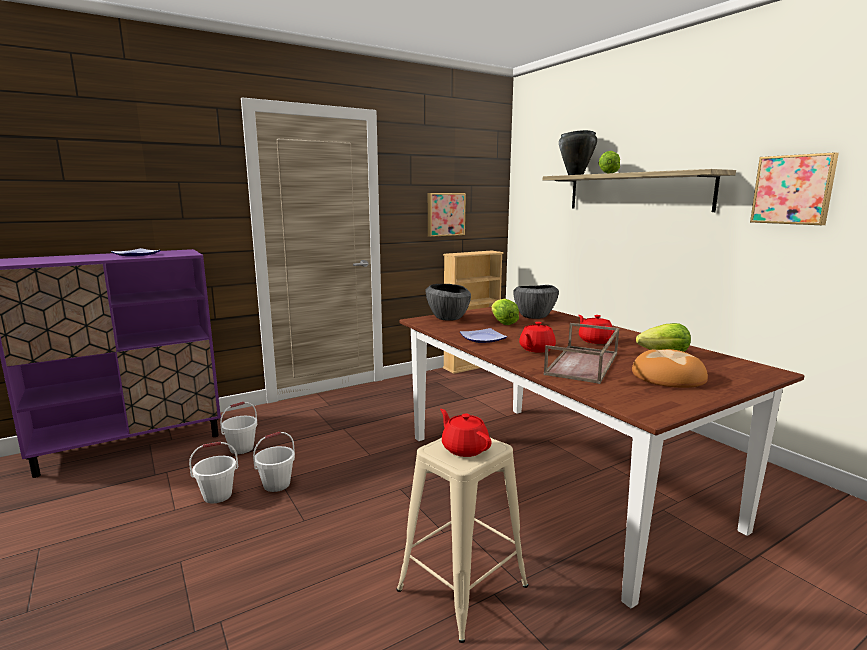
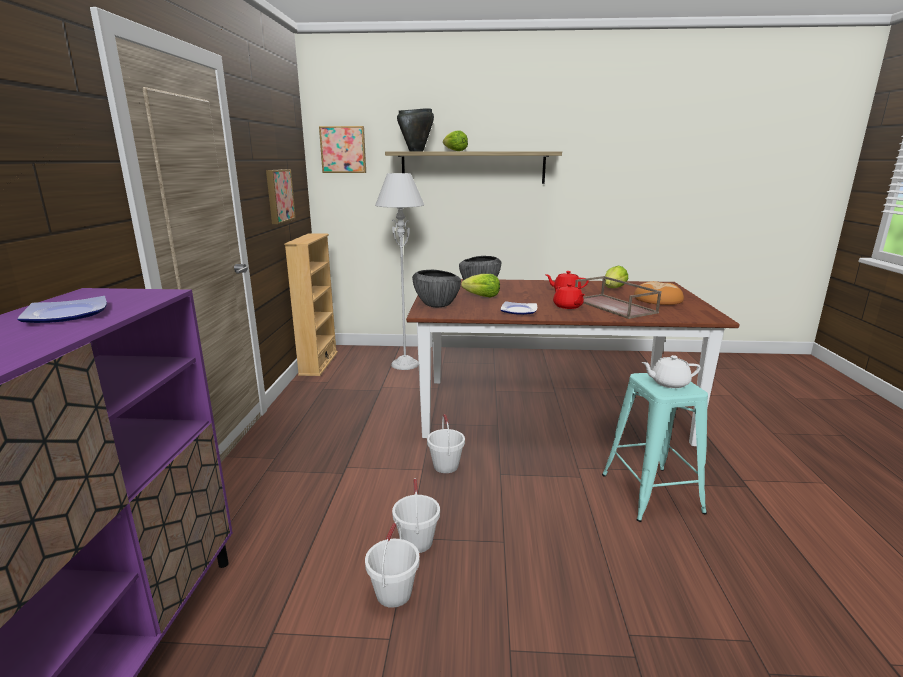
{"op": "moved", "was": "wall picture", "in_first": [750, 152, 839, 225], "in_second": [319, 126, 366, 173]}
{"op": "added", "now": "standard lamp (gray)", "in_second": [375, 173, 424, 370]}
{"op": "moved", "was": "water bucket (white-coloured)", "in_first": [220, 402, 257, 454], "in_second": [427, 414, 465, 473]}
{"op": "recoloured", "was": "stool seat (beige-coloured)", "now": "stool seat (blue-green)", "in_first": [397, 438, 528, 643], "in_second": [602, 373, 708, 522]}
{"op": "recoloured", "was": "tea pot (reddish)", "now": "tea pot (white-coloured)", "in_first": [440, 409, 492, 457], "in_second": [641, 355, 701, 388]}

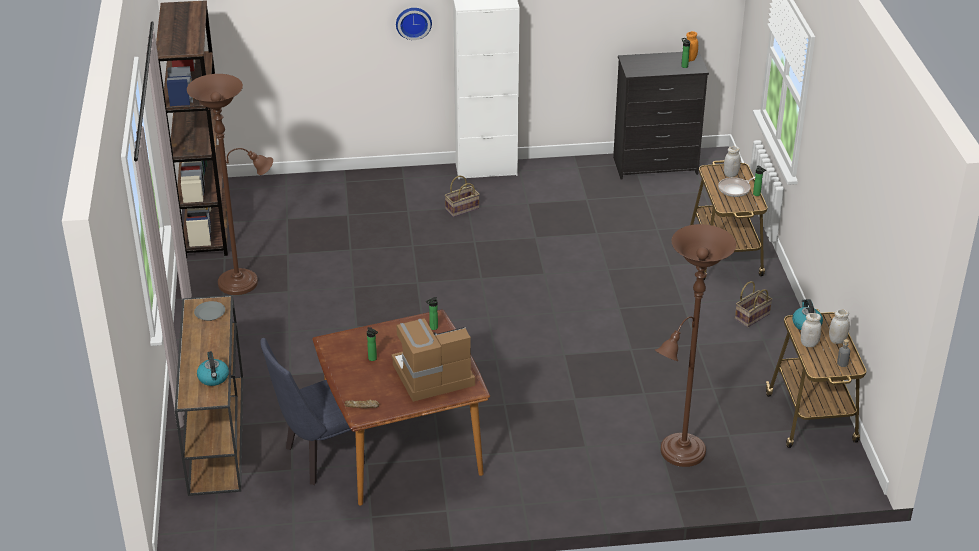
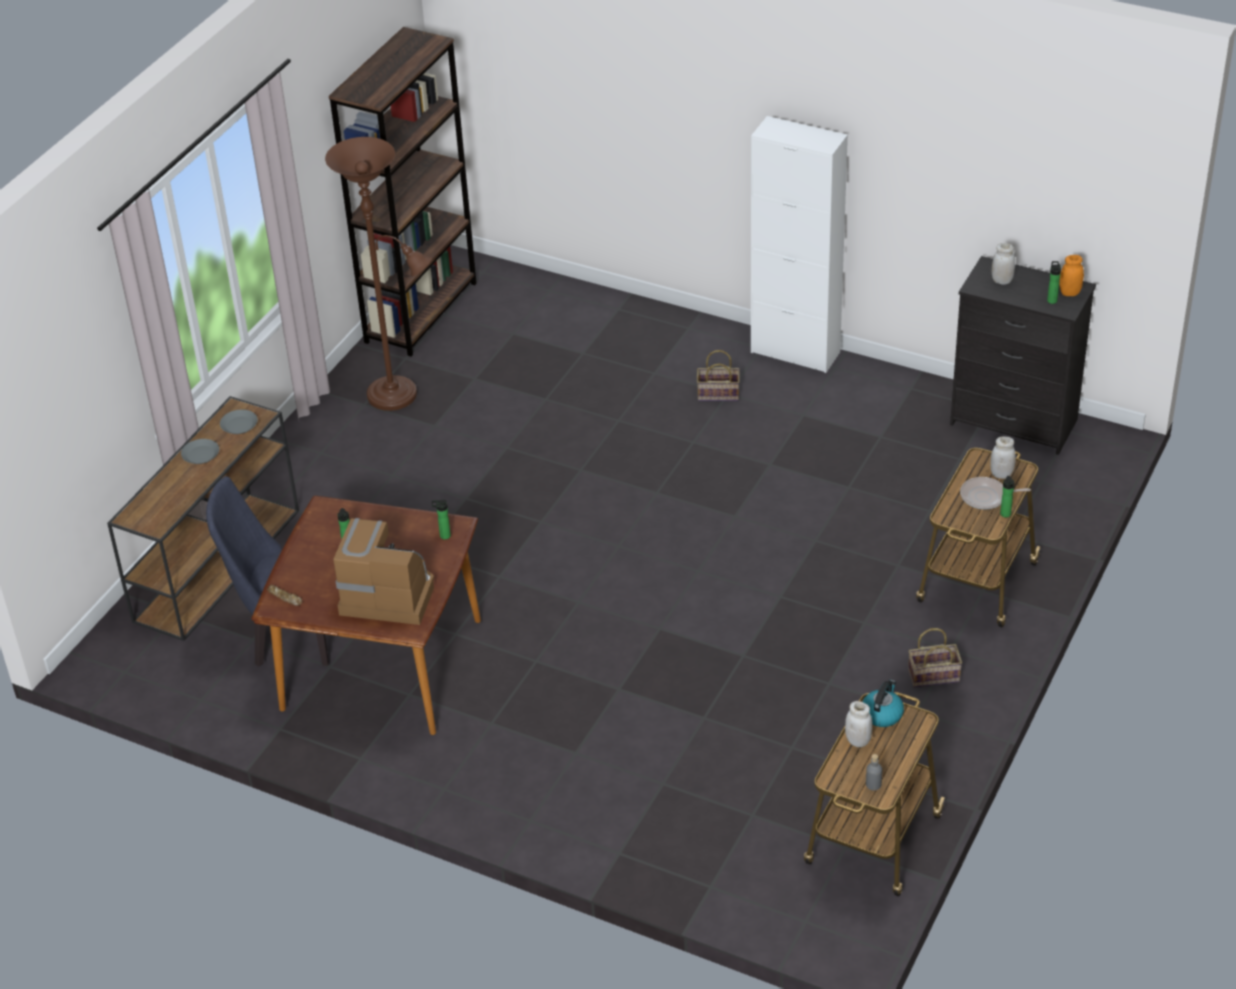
{"op": "added", "now": "plate (gray)", "in_second": [181, 439, 219, 464]}
{"op": "moved", "was": "preserve jar (white-coloured)", "in_first": [829, 309, 850, 344], "in_second": [992, 243, 1015, 285]}
{"op": "removed", "was": "kettle", "in_first": [197, 351, 229, 386]}
{"op": "removed", "was": "hanging clock", "in_first": [396, 8, 432, 40]}
{"op": "removed", "was": "standard lamp (brown-coloured)", "in_first": [655, 224, 736, 467]}

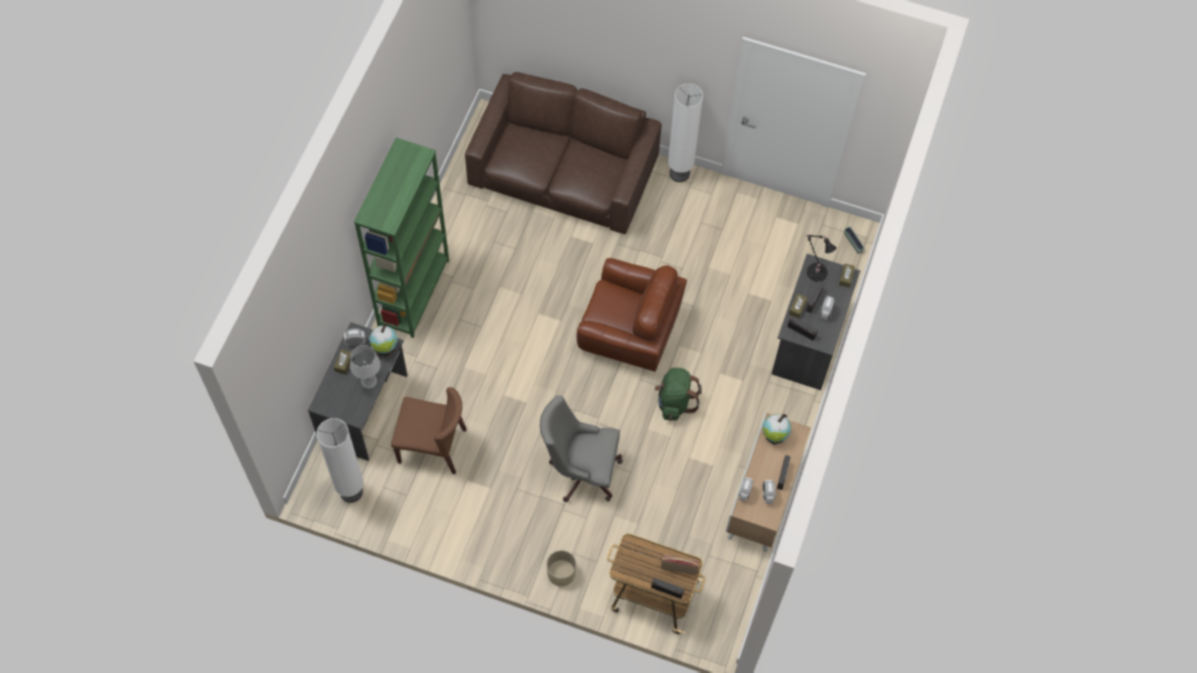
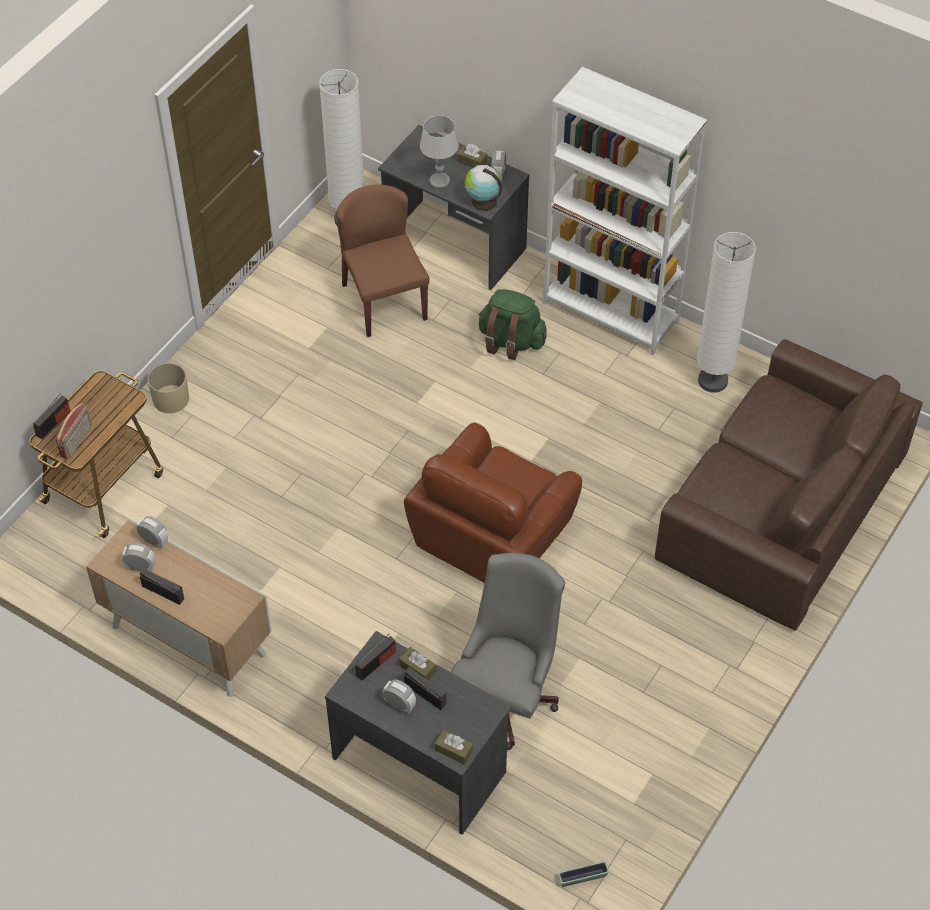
{"op": "turned", "was": "plain chair (brown-coloured)", "in_first": [391, 387, 467, 474], "in_second": [337, 184, 430, 337], "clockwise": 135}
{"op": "moved", "was": "office chair (gray)", "in_first": [540, 395, 623, 502], "in_second": [451, 553, 565, 750]}
{"op": "moved", "was": "backpack (green-coloured)", "in_first": [655, 368, 702, 421], "in_second": [478, 289, 547, 360]}
{"op": "recoloured", "was": "shelving unit (green-coloured)", "now": "shelving unit (white-coloured)", "in_first": [354, 138, 449, 338], "in_second": [543, 67, 707, 355]}
{"op": "moved", "was": "standard lamp (white-coloured)", "in_first": [668, 84, 703, 182], "in_second": [697, 232, 756, 393]}
{"op": "removed", "was": "globe", "in_first": [763, 414, 791, 445]}
{"op": "removed", "was": "lamp for a table (black)", "in_first": [805, 235, 837, 282]}

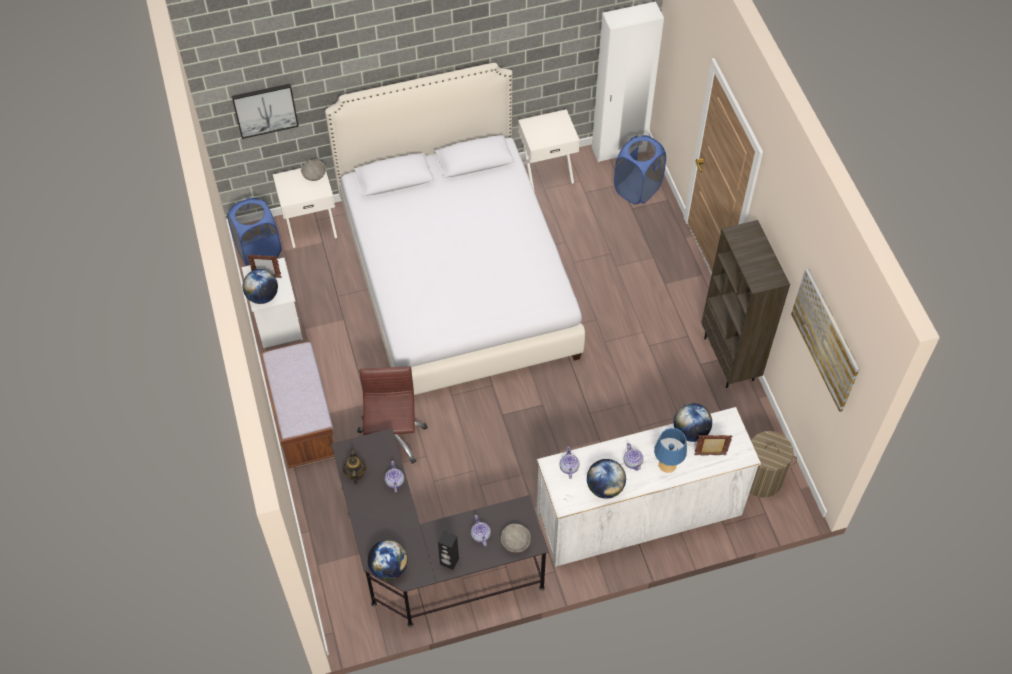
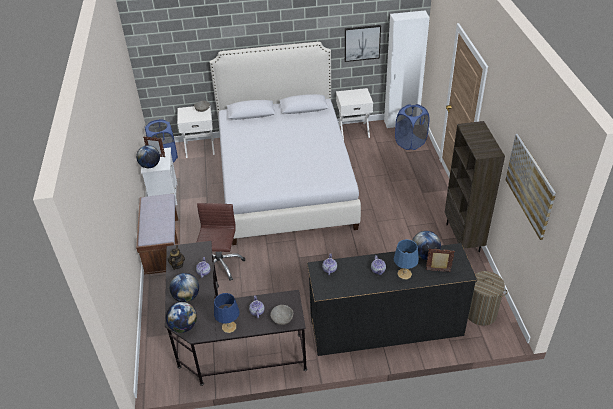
{"op": "moved", "was": "globe", "in_first": [587, 459, 626, 499], "in_second": [170, 273, 199, 302]}
{"op": "replaced", "was": "speaker (black)", "now": "lamp for a table (blue-coloured)", "in_first": [438, 531, 459, 570], "in_second": [214, 293, 240, 333]}
{"op": "recoloured", "was": "drawer chest (white-coloured)", "now": "drawer chest (black)", "in_first": [536, 407, 761, 567], "in_second": [307, 243, 478, 356]}
{"op": "moved", "was": "wall picture", "in_first": [232, 84, 299, 139], "in_second": [345, 25, 381, 62]}

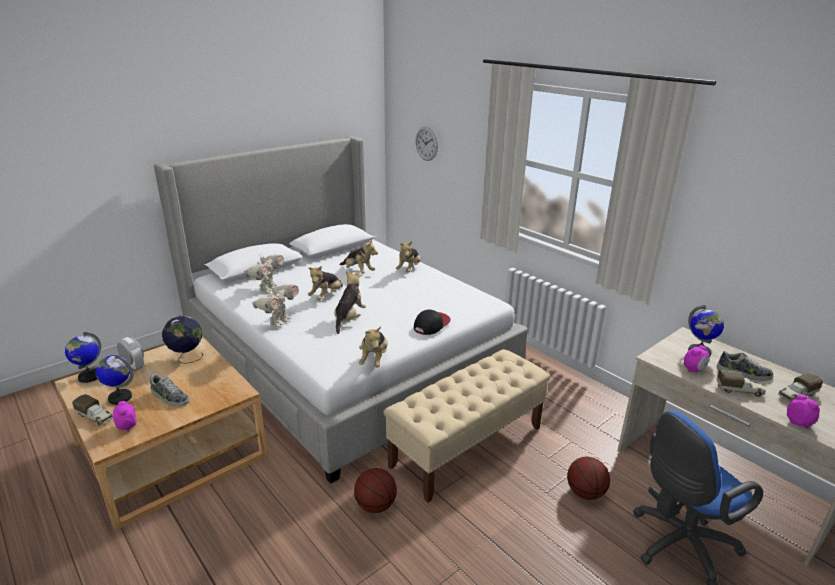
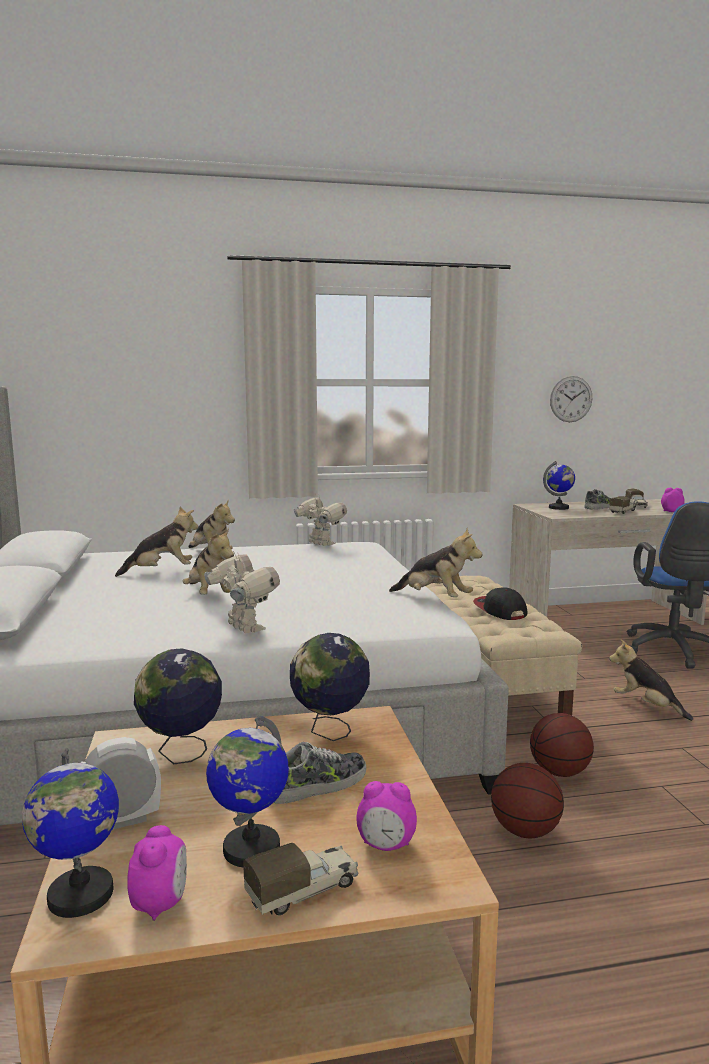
{"op": "moved", "was": "alarm clock", "in_first": [684, 345, 710, 372], "in_second": [127, 825, 187, 921]}
{"op": "added", "now": "globe", "in_second": [290, 633, 370, 741]}
{"op": "moved", "was": "model robot", "in_first": [244, 254, 284, 293], "in_second": [293, 494, 347, 546]}
{"op": "moved", "was": "cap", "in_first": [414, 309, 451, 335], "in_second": [473, 588, 527, 620]}
{"op": "moved", "was": "ball for basketball", "in_first": [567, 457, 610, 500], "in_second": [491, 763, 564, 838]}
{"op": "moved", "was": "hanging clock", "in_first": [415, 127, 438, 161], "in_second": [550, 376, 592, 422]}
{"op": "moved", "was": "cuddly toy", "in_first": [334, 271, 366, 334], "in_second": [609, 639, 693, 721]}

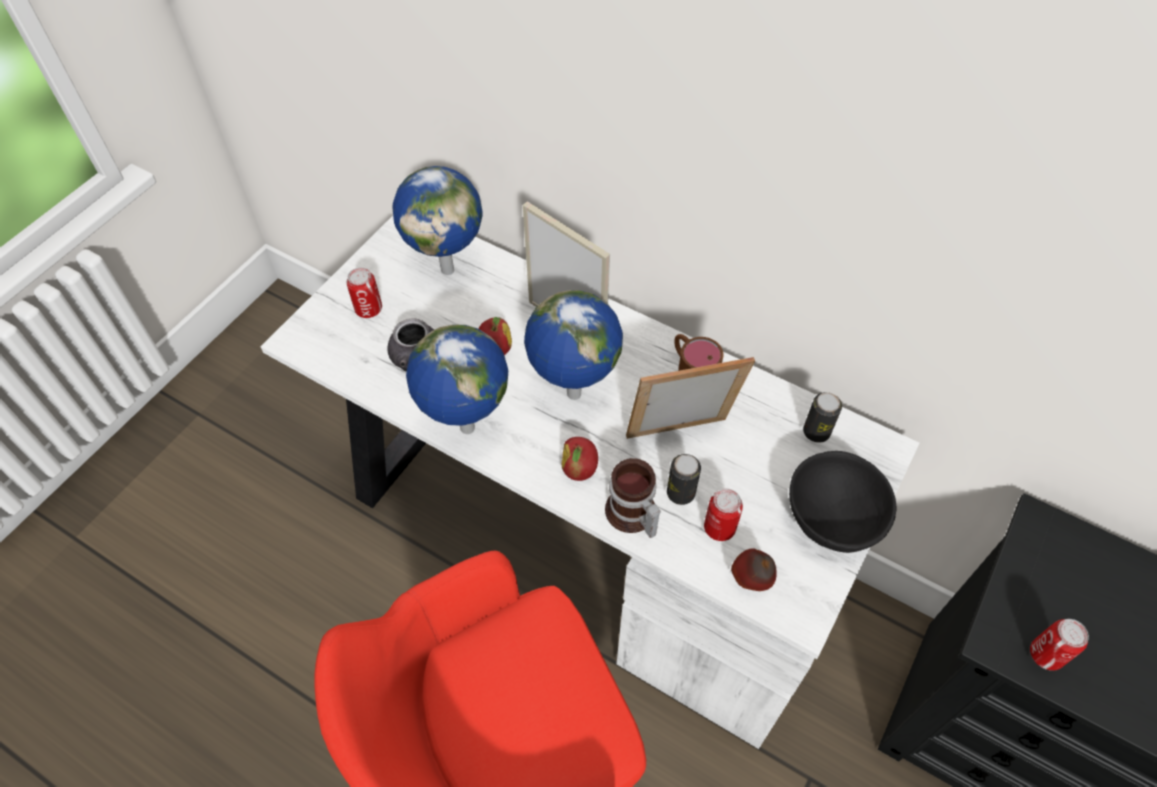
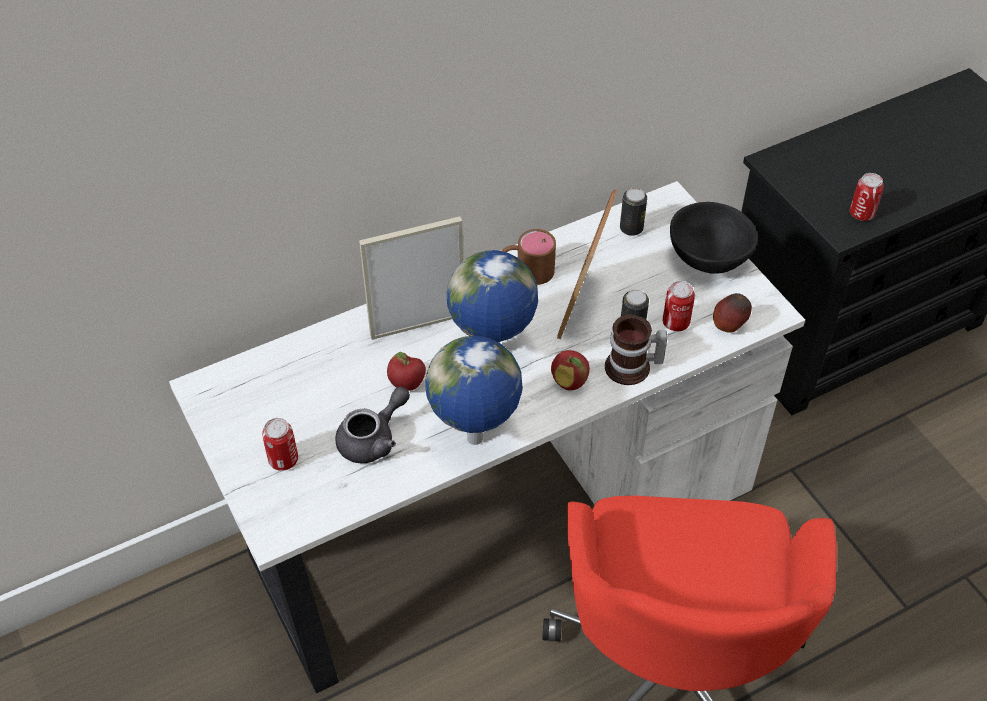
{"op": "removed", "was": "globe", "in_first": [392, 166, 482, 275]}

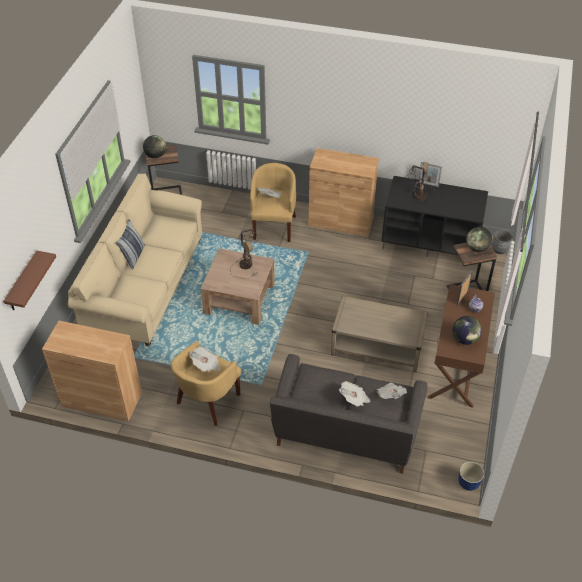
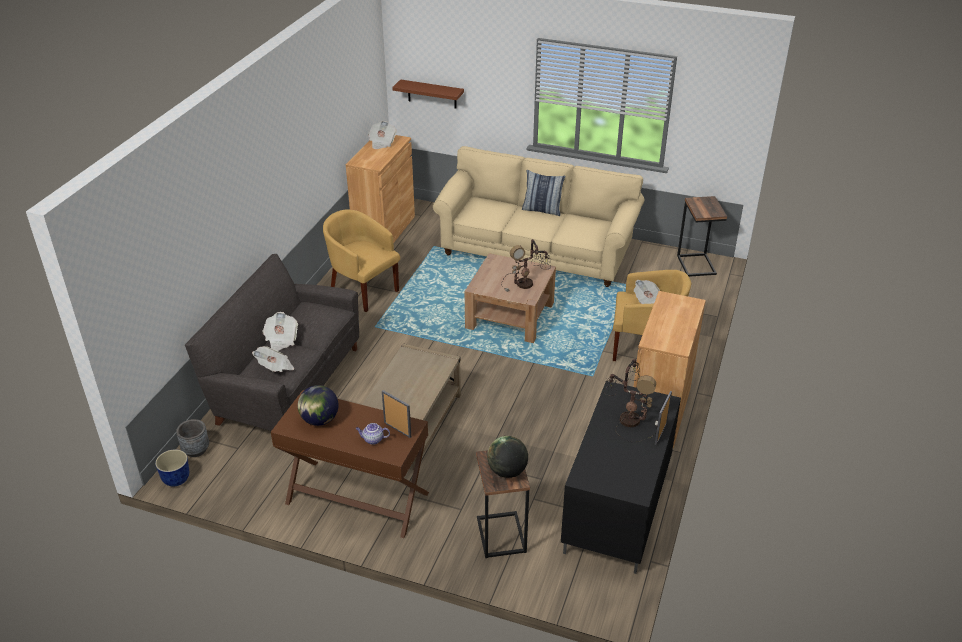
{"op": "moved", "was": "flower pot (gray)", "in_first": [492, 230, 513, 254], "in_second": [176, 419, 209, 457]}
{"op": "moved", "was": "printed paper", "in_first": [190, 347, 220, 372], "in_second": [368, 121, 397, 149]}
{"op": "removed", "was": "globe", "in_first": [143, 135, 166, 158]}

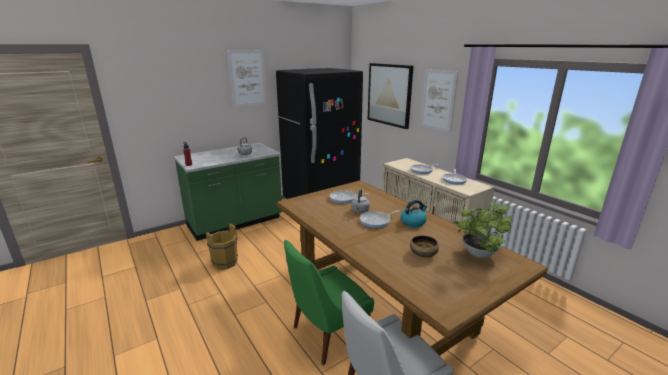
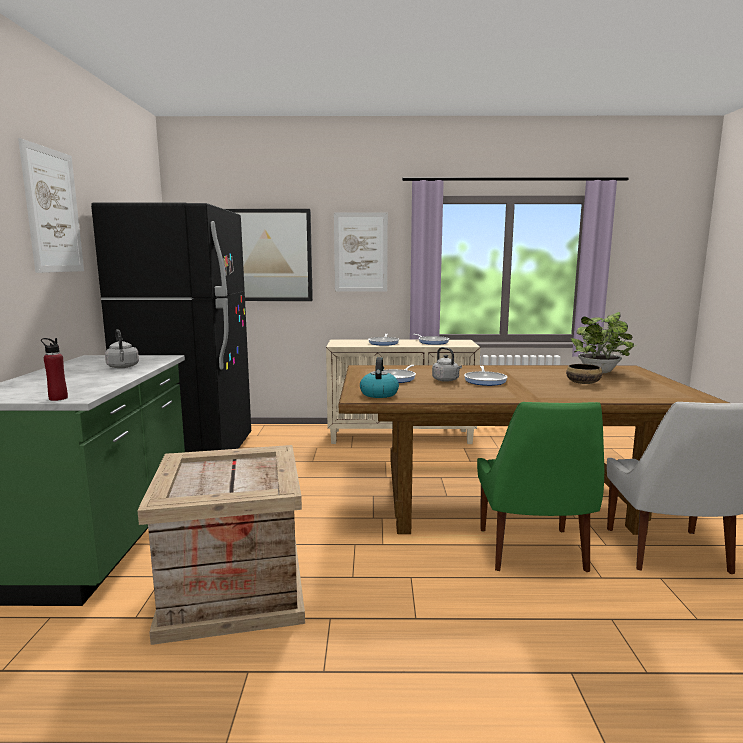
{"op": "replaced", "was": "water bucket (brown-coloured)", "now": "shipping crate", "in_first": [205, 223, 238, 270], "in_second": [138, 445, 305, 645]}
{"op": "moved", "was": "kettle", "in_first": [401, 200, 427, 227], "in_second": [360, 357, 399, 398]}

